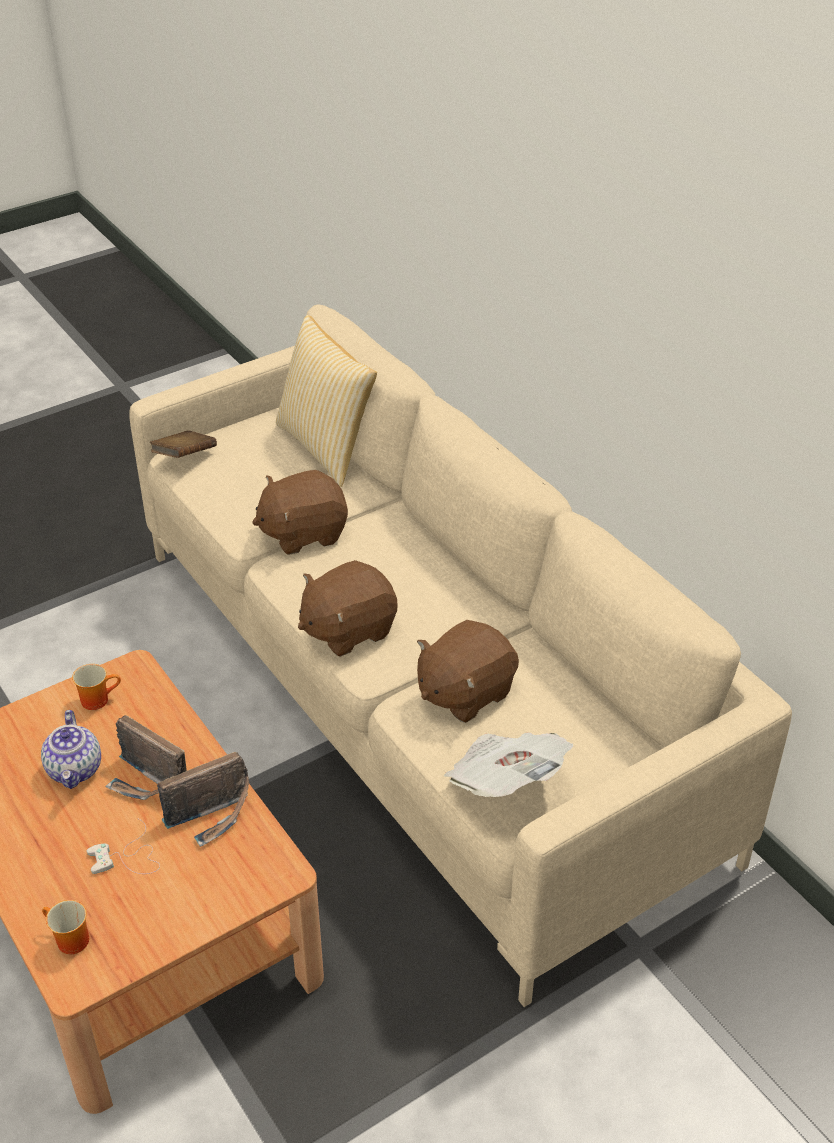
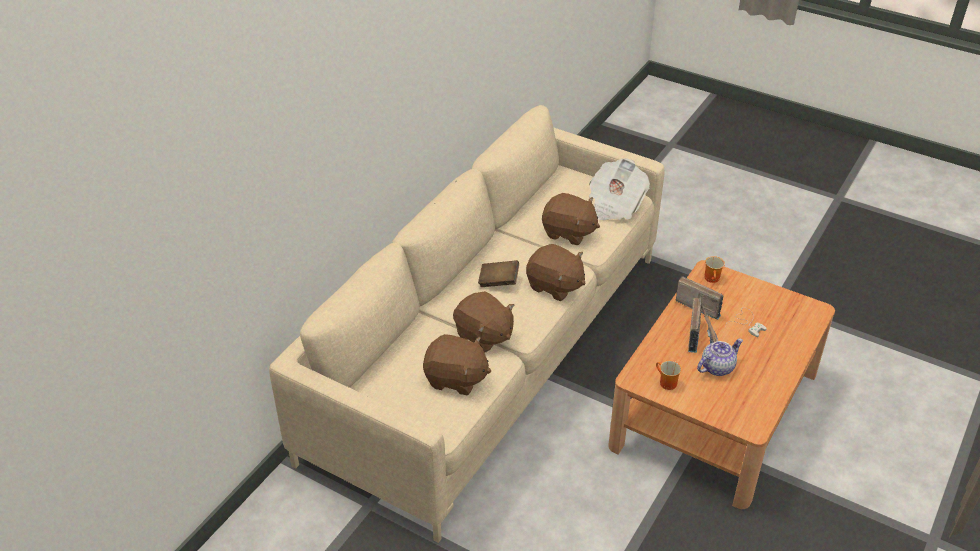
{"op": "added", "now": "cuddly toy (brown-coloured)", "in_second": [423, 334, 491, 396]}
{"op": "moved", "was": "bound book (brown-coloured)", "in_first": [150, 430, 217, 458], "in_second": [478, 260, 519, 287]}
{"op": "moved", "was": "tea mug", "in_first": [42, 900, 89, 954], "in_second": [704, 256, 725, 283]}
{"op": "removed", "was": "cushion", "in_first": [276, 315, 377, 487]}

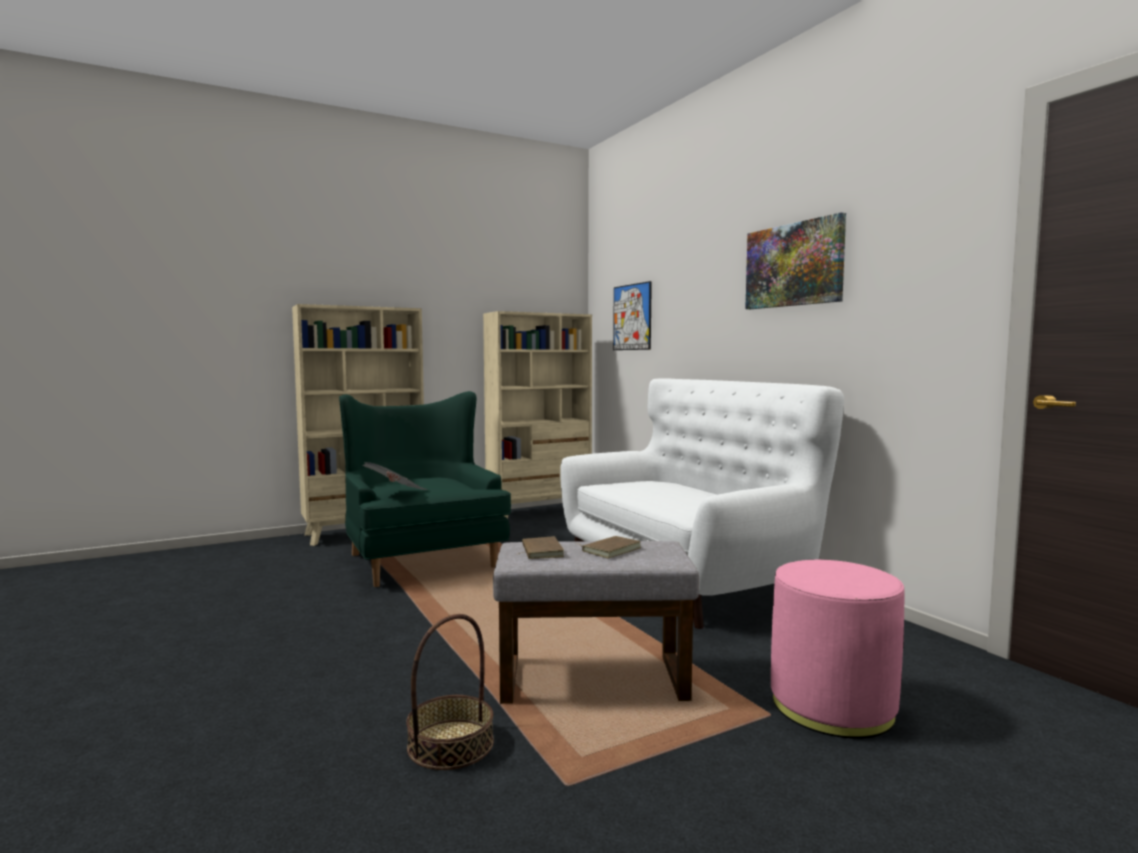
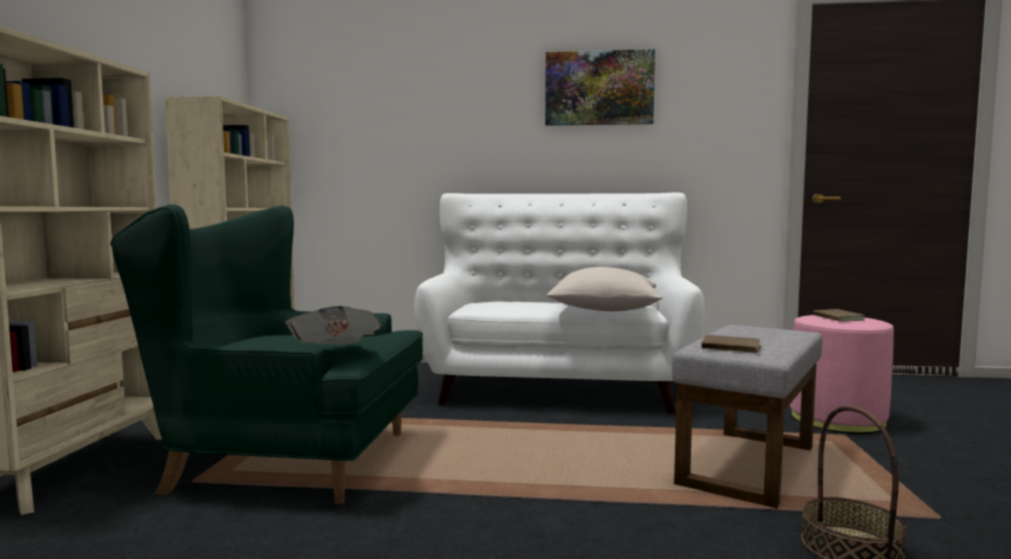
{"op": "added", "now": "cushion (beige-coloured)", "in_second": [547, 267, 663, 311]}
{"op": "moved", "was": "bound book (brown-coloured)", "in_first": [579, 536, 641, 558], "in_second": [813, 309, 865, 322]}
{"op": "removed", "was": "wall picture", "in_first": [613, 281, 652, 350]}

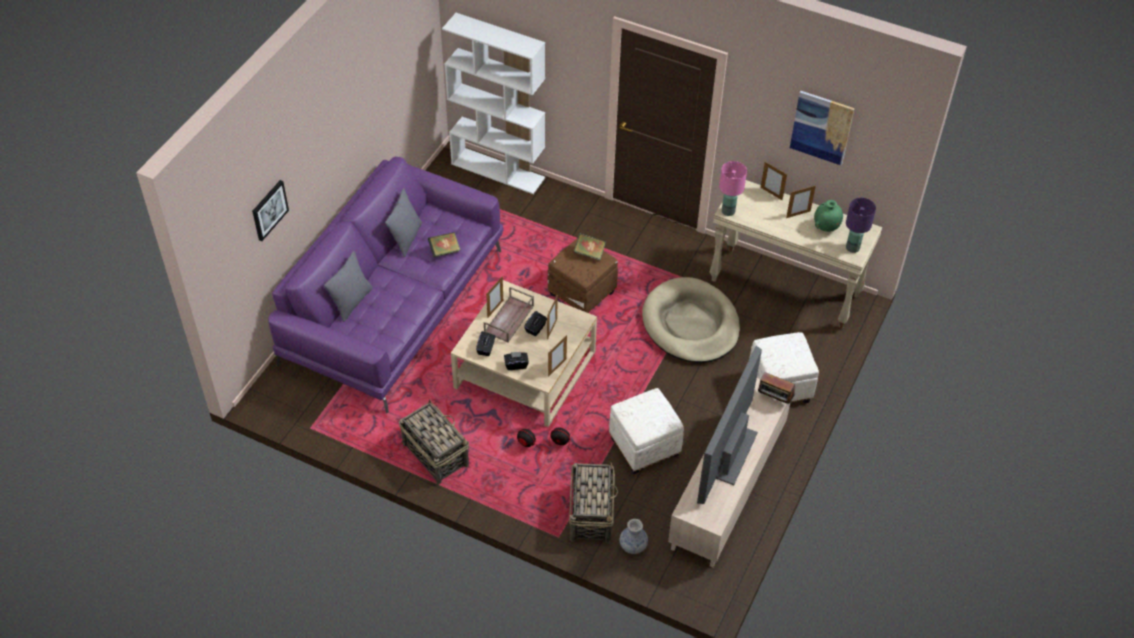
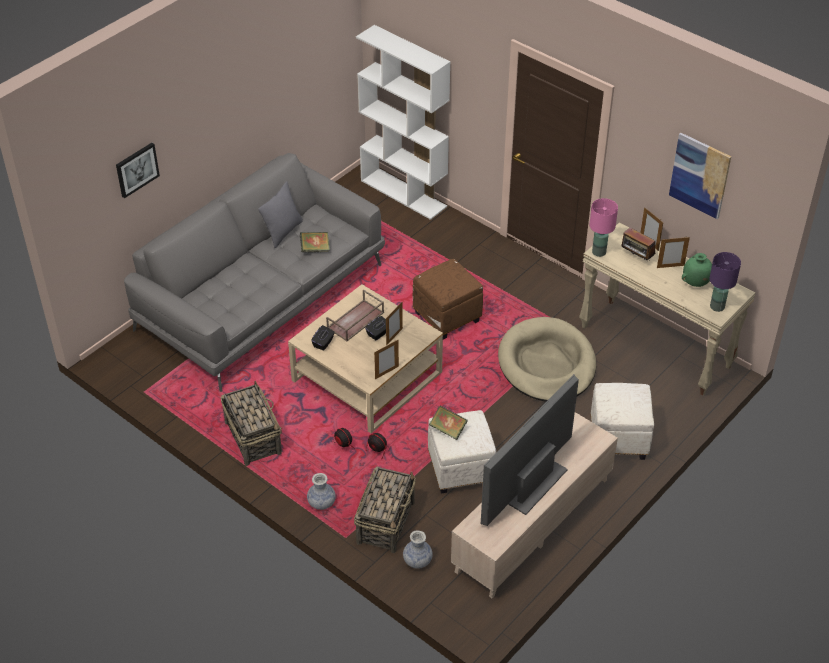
{"op": "recoloured", "was": "couch (purple-coloured)", "now": "couch (gray)", "in_first": [268, 157, 503, 413], "in_second": [124, 153, 385, 392]}
{"op": "added", "now": "vase", "in_second": [307, 473, 336, 510]}
{"op": "moved", "was": "bound book", "in_first": [574, 233, 606, 261], "in_second": [429, 405, 468, 440]}
{"op": "moved", "was": "radio", "in_first": [758, 372, 795, 406], "in_second": [621, 228, 656, 261]}
{"op": "removed", "was": "cushion (gray)", "in_first": [324, 251, 372, 322]}
{"op": "removed", "was": "picture frame", "in_first": [486, 276, 503, 318]}
{"op": "removed", "was": "tissue box (black)", "in_first": [504, 352, 529, 370]}

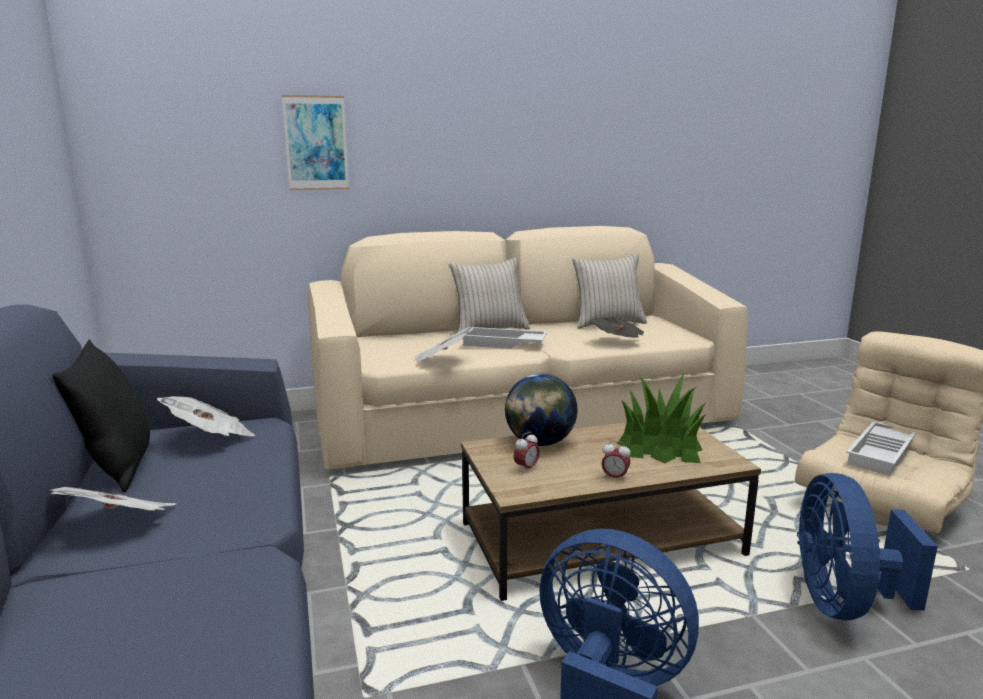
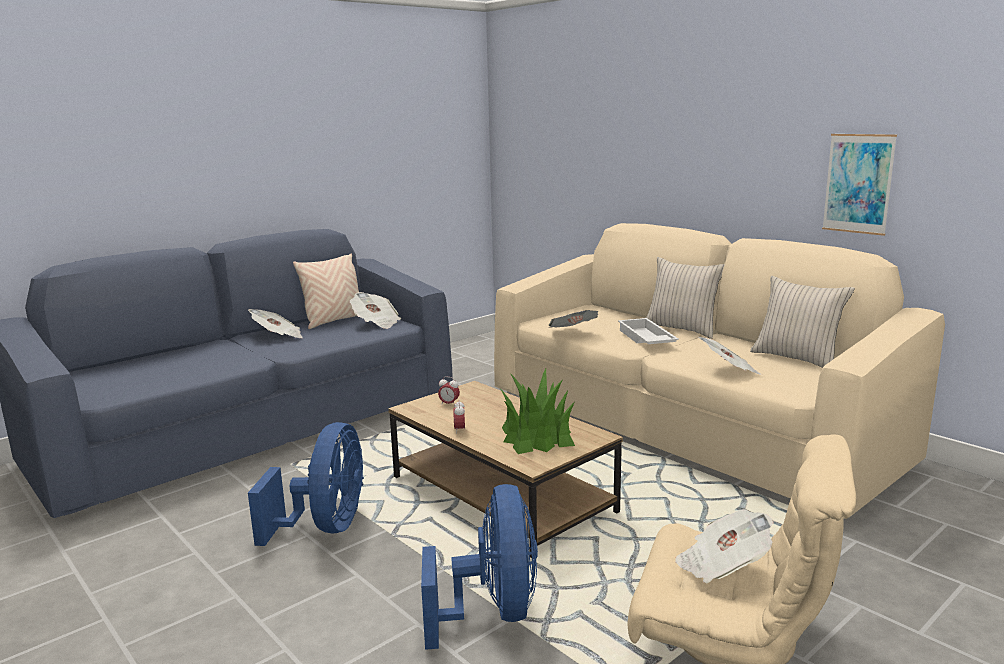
{"op": "recoloured", "was": "cushion (black)", "now": "cushion (beige-coloured)", "in_first": [53, 339, 150, 492], "in_second": [293, 253, 359, 329]}
{"op": "turned", "was": "fan (blue-coloured)", "in_first": [797, 473, 938, 620], "in_second": [421, 484, 538, 650], "clockwise": 105}
{"op": "replaced", "was": "tray (white-coloured)", "now": "printed paper", "in_first": [846, 422, 916, 476], "in_second": [675, 509, 774, 583]}
{"op": "moved", "was": "wall picture", "in_first": [282, 95, 349, 190], "in_second": [822, 134, 897, 236]}
{"op": "removed", "was": "globe", "in_first": [505, 374, 577, 446]}

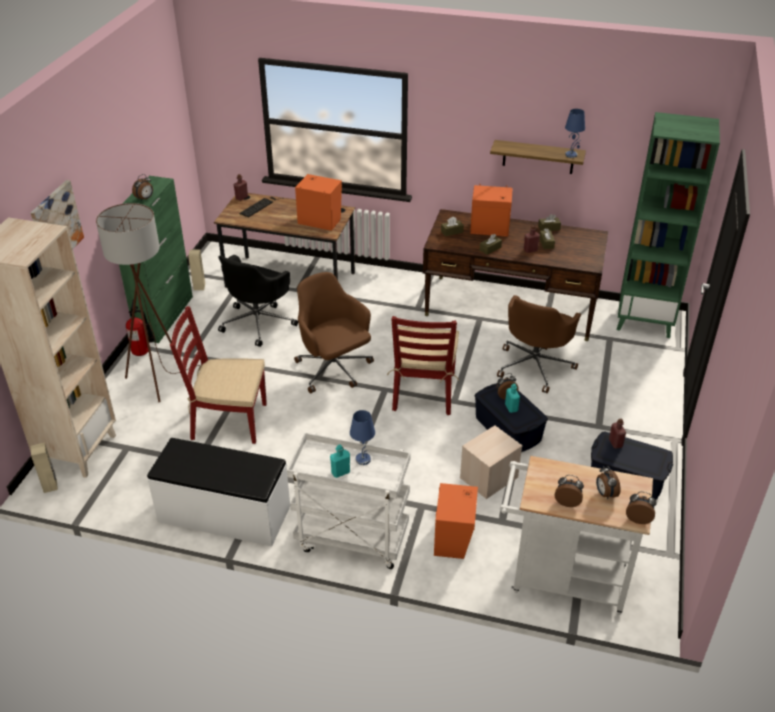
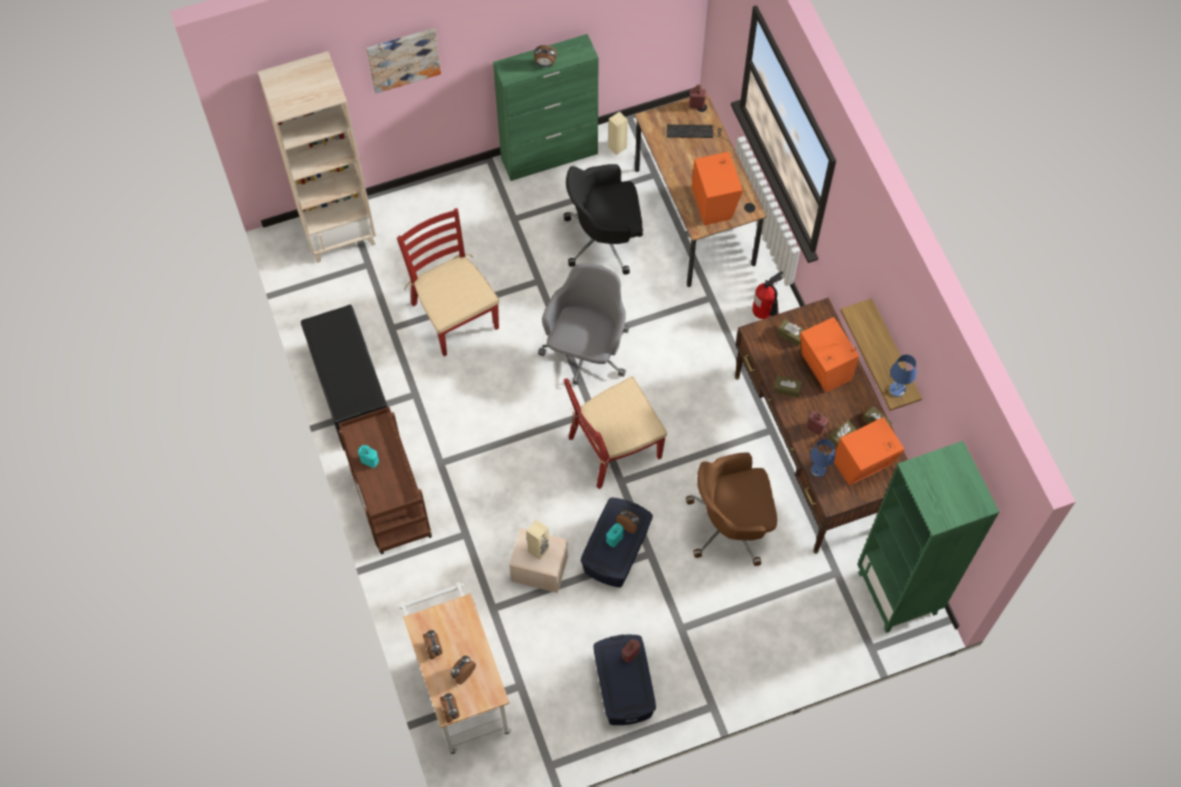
{"op": "recoloured", "was": "bench (white-coloured)", "now": "bench (black)", "in_first": [147, 438, 290, 546], "in_second": [301, 305, 388, 451]}
{"op": "recoloured", "was": "wheeled cart (white-coloured)", "now": "wheeled cart (brown-coloured)", "in_first": [287, 433, 411, 569], "in_second": [339, 407, 432, 554]}
{"op": "moved", "was": "speaker (beige-coloured)", "in_first": [30, 442, 58, 493], "in_second": [526, 520, 549, 560]}
{"op": "recoloured", "was": "office chair (brown-coloured)", "now": "office chair (gray)", "in_first": [294, 272, 374, 394], "in_second": [538, 263, 630, 385]}
{"op": "moved", "was": "extinguisher", "in_first": [126, 299, 155, 356], "in_second": [753, 271, 783, 319]}
{"op": "moved", "was": "lamp for a table (blue-coloured)", "in_first": [350, 410, 375, 465], "in_second": [810, 439, 835, 477]}
{"op": "moved", "was": "speaker (orangey)", "in_first": [434, 483, 478, 559], "in_second": [834, 417, 904, 486]}
{"op": "removed", "was": "standard lamp (brown-coloured)", "in_first": [96, 203, 201, 402]}

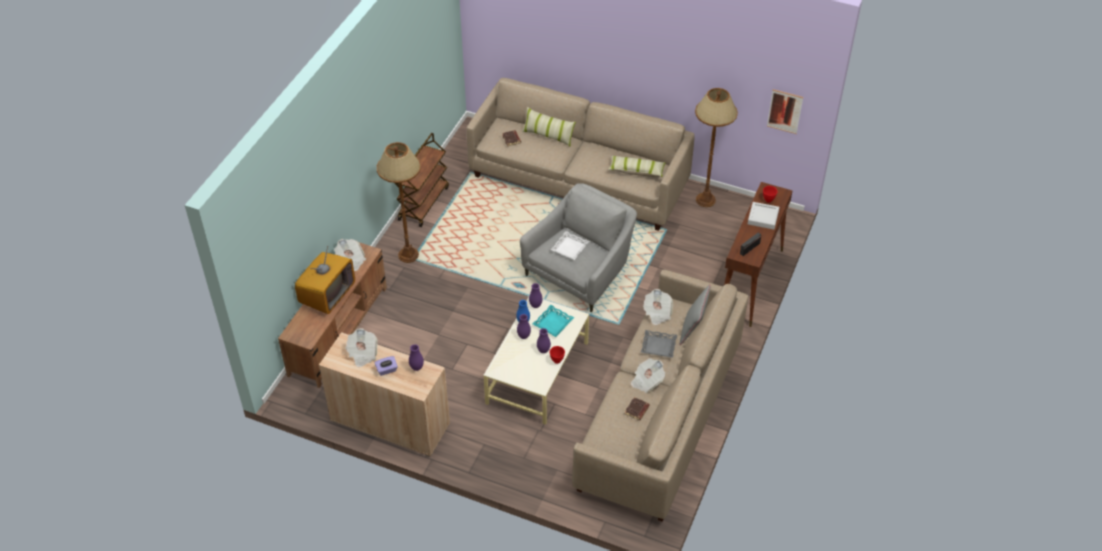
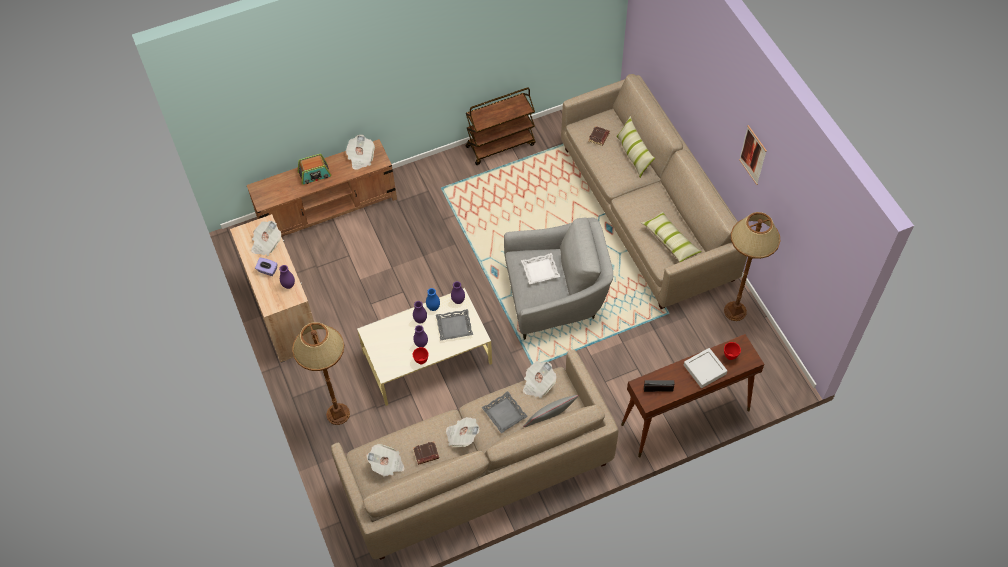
{"op": "moved", "was": "standard lamp (brown-coloured)", "in_first": [377, 142, 421, 263], "in_second": [292, 322, 350, 425]}
{"op": "replaced", "was": "TV", "now": "radio", "in_first": [295, 246, 355, 314], "in_second": [298, 154, 332, 185]}
{"op": "added", "now": "printed paper", "in_second": [366, 444, 405, 477]}
{"op": "recoloured", "was": "tray (blue-green)", "now": "tray (gray)", "in_first": [533, 305, 574, 337], "in_second": [436, 309, 473, 341]}
{"op": "moved", "was": "wall picture", "in_first": [767, 89, 803, 134], "in_second": [739, 125, 767, 185]}

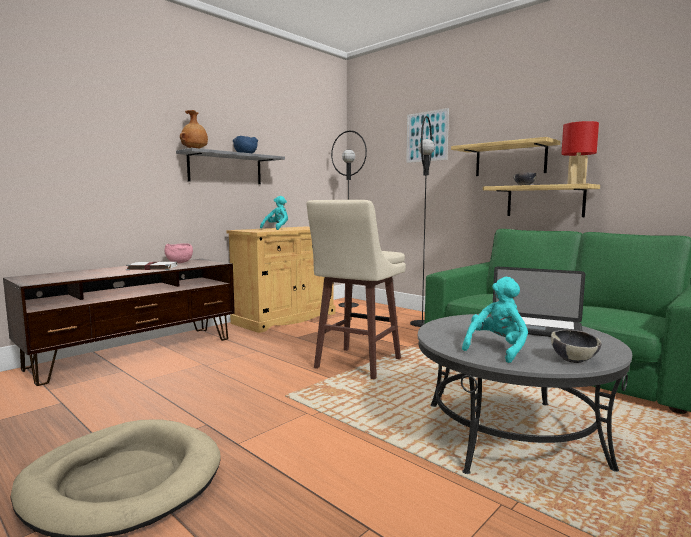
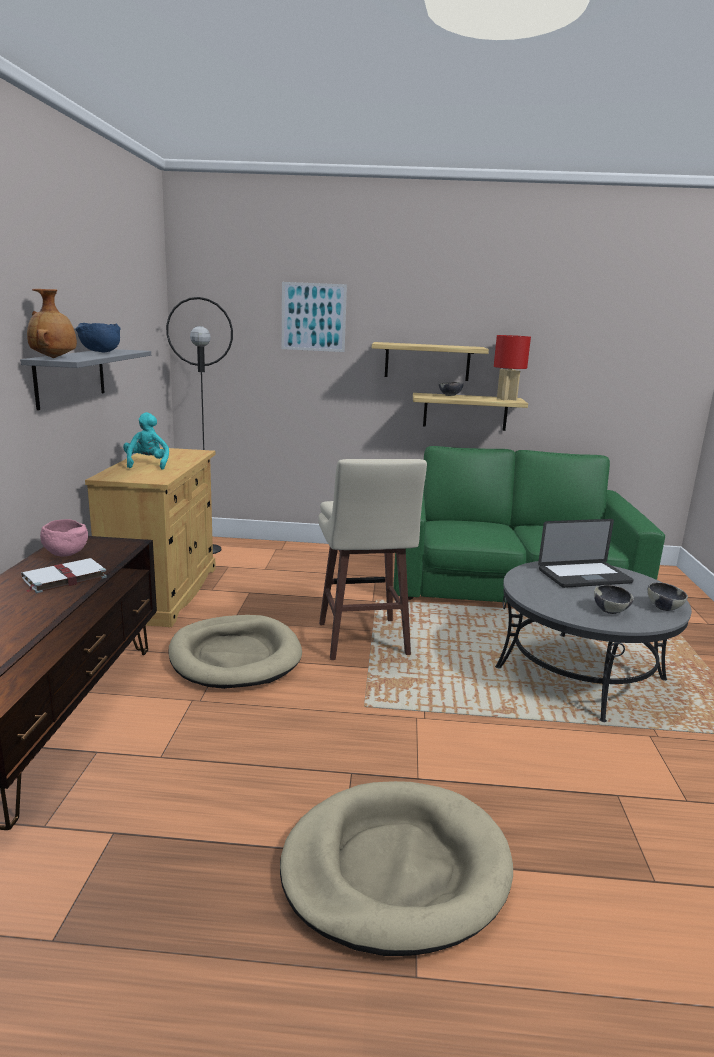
{"op": "added", "now": "pet bed (beige-coloured)", "in_second": [168, 615, 302, 689]}
{"op": "replaced", "was": "cuddly toy (blue-green)", "now": "deep dish", "in_first": [462, 277, 528, 363], "in_second": [594, 585, 633, 614]}
{"op": "removed", "was": "standard lamp (black)", "in_first": [410, 116, 435, 327]}

